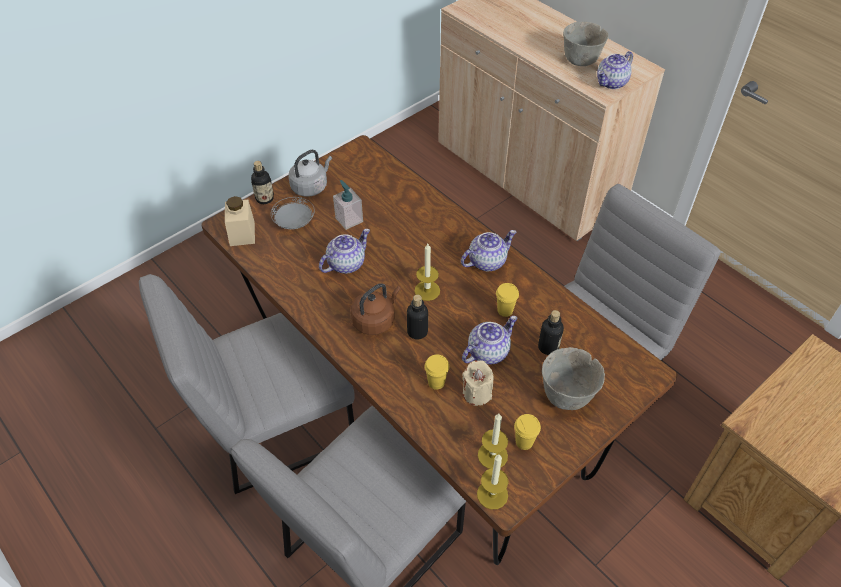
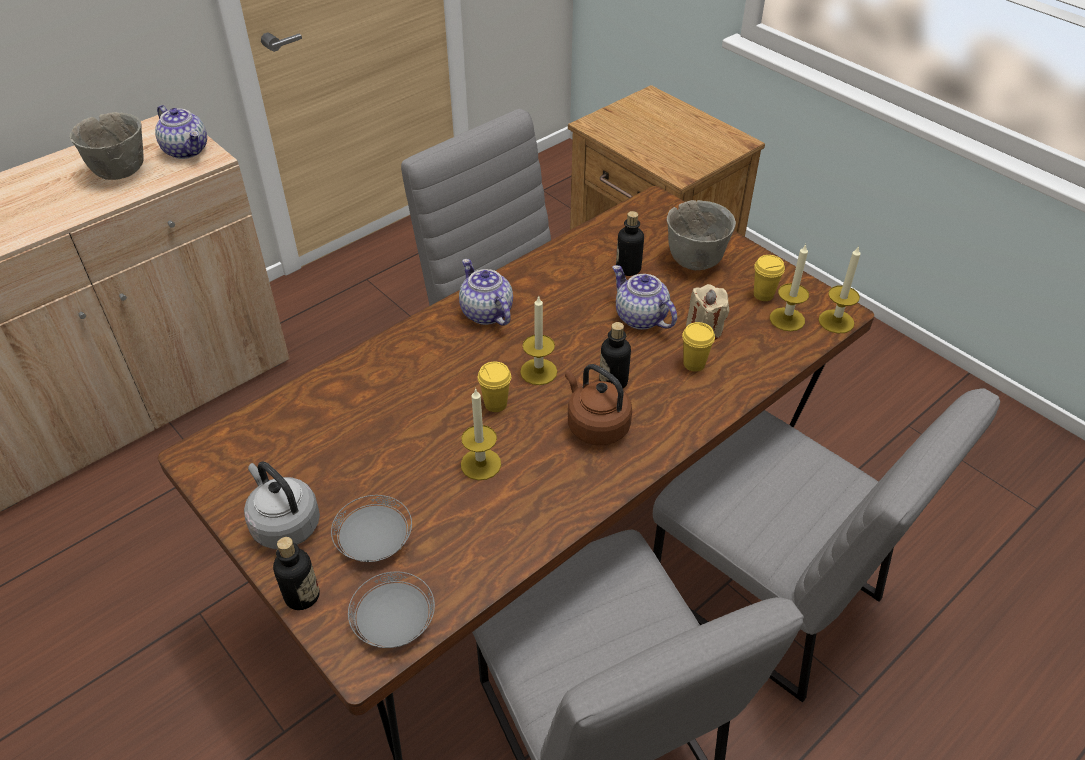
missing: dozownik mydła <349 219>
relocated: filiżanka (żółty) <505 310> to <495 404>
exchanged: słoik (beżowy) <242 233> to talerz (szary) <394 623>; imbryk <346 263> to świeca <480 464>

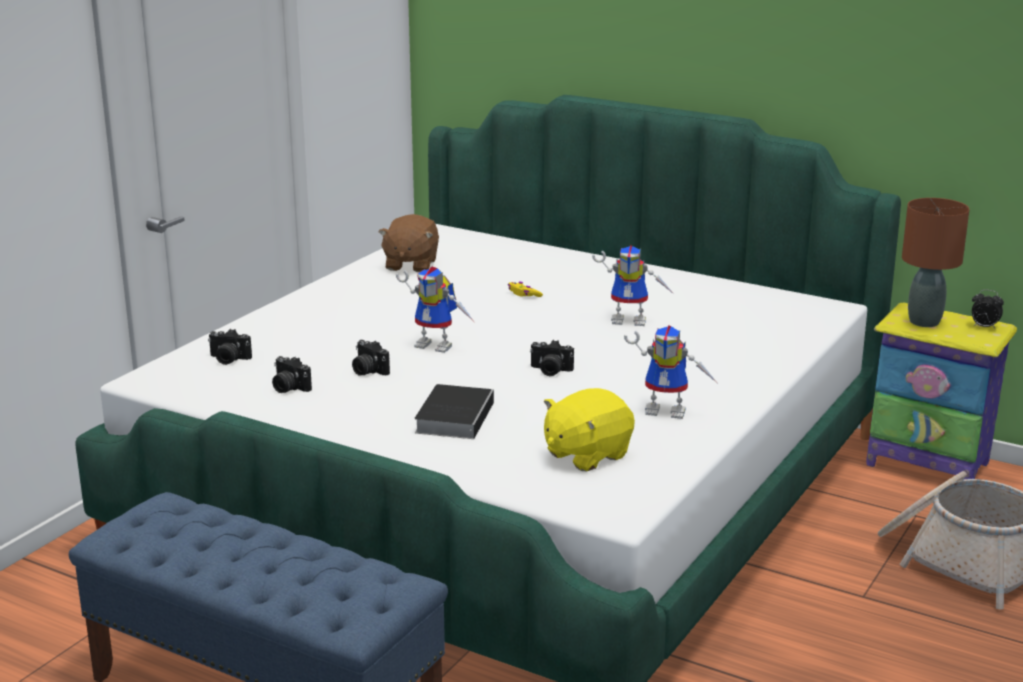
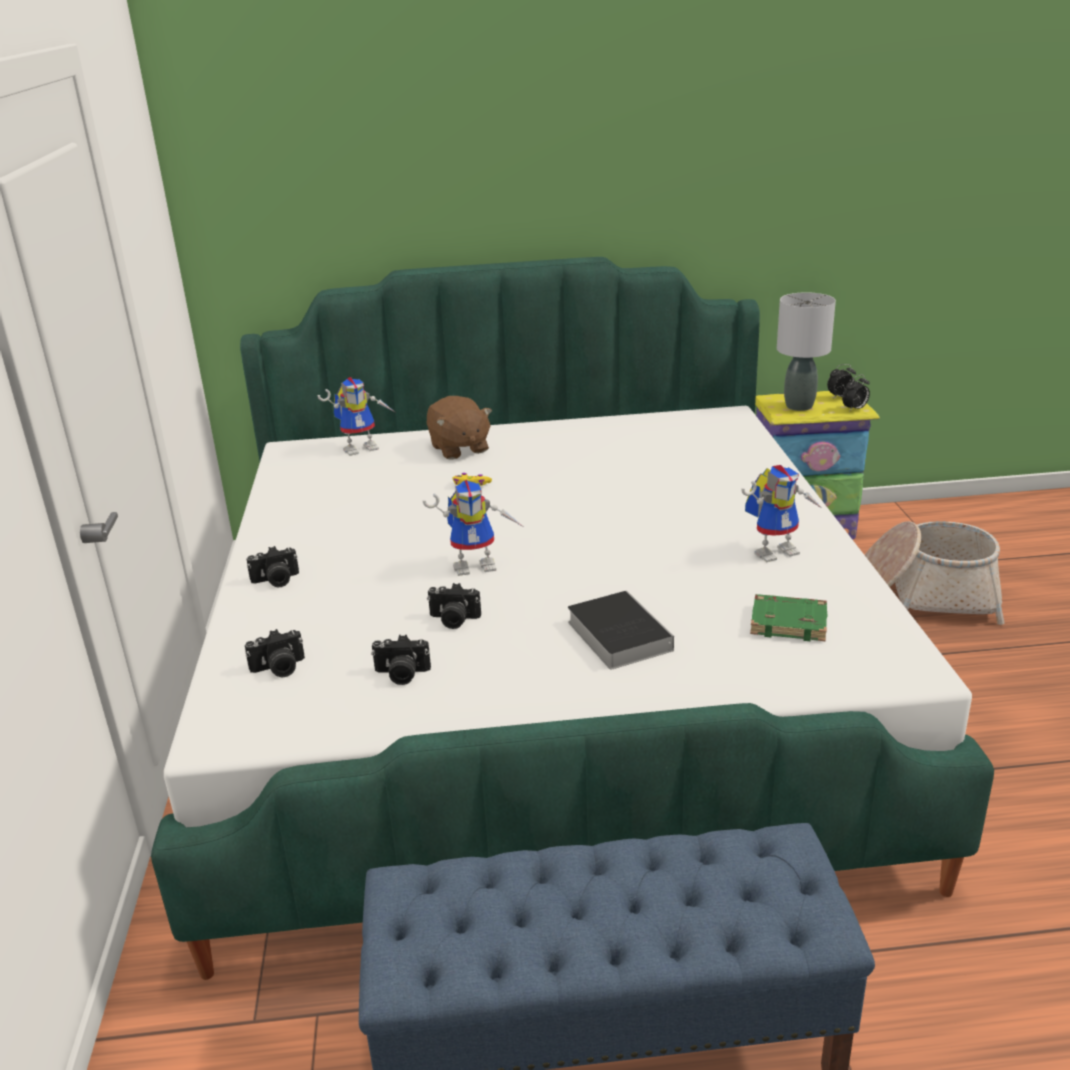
appeared: budzik <855 409>
relocated: aparat fotograficzny <550 371> to <276 581>; robot zabawkowy <632 320> to <362 447>; pluszak (brązowy) <410 264> to <459 449>
exchanged: pluszak (żółty) <586 454> to książka (zielony) <789 622>
colour: lampa stołowa (brązowy) <923 322> to lampa stołowa (szary) <798 406>

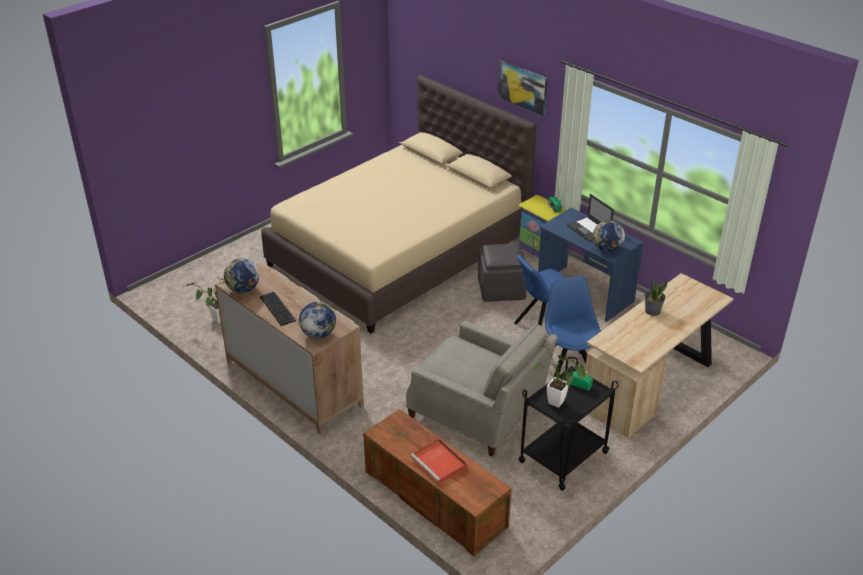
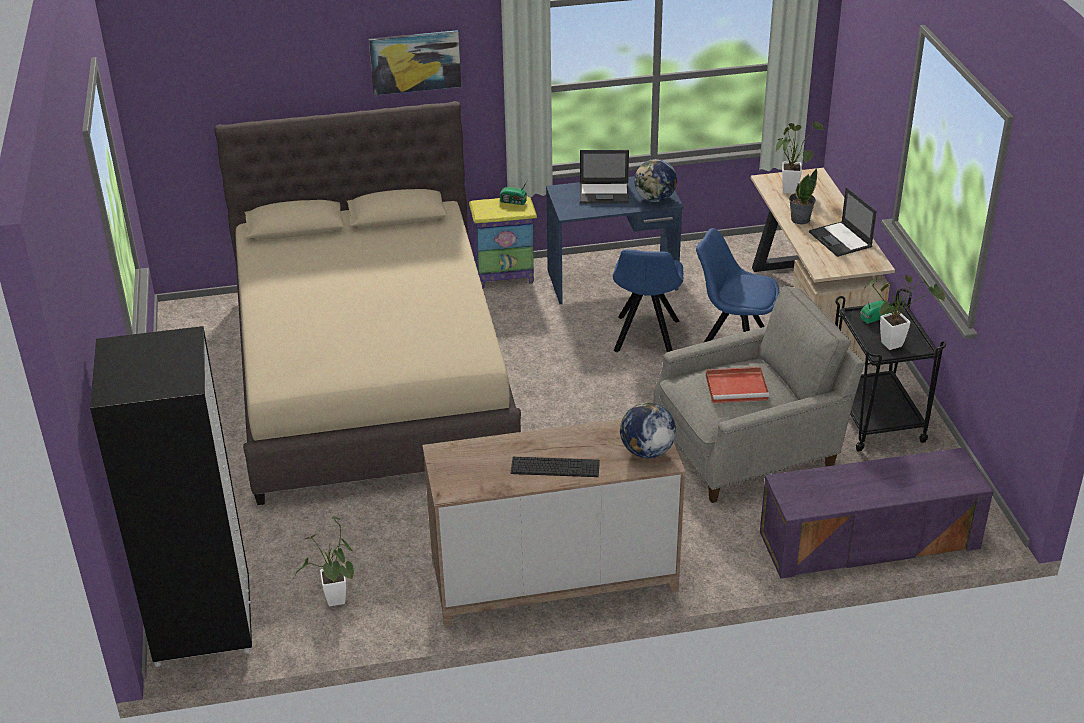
missing: globus <243 289>; pufa (szary) <501 289>
appeared: szafa <203 623>; roślina doniczkowa <790 188>; laptop <841 240>
relocated: taca (czerwony) <440 463> to <738 387>
colour: ławka (brązowy) <433 499> to ławka (fioletowy) <868 541>

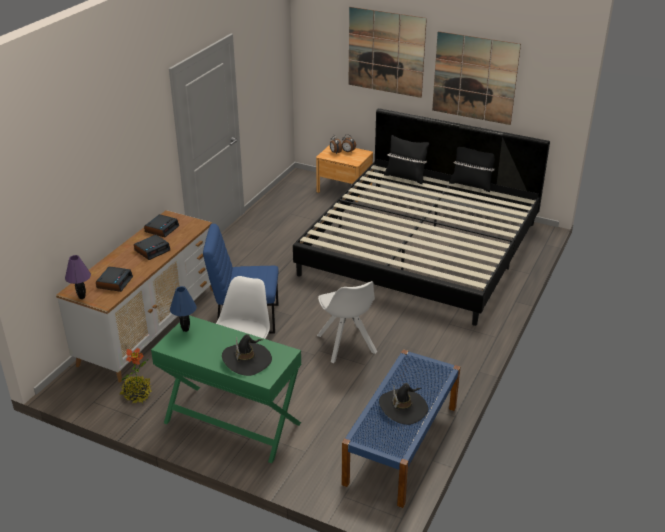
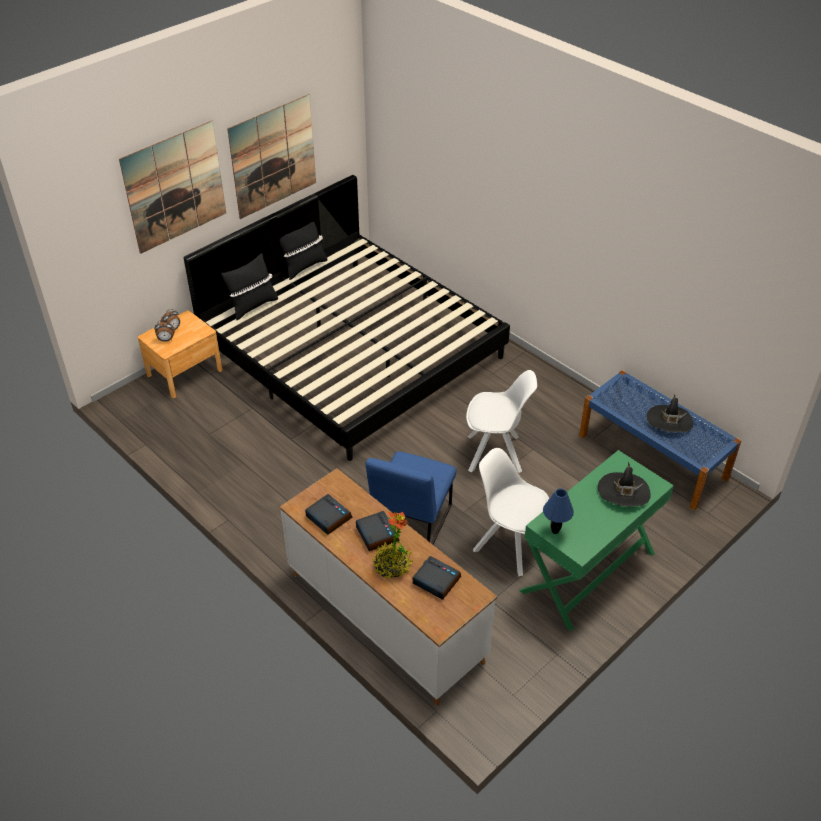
missing: lampa stołowa (fioletowy) <82 297>
relocated: roślina doniczkowa <137 394> to <392 566>

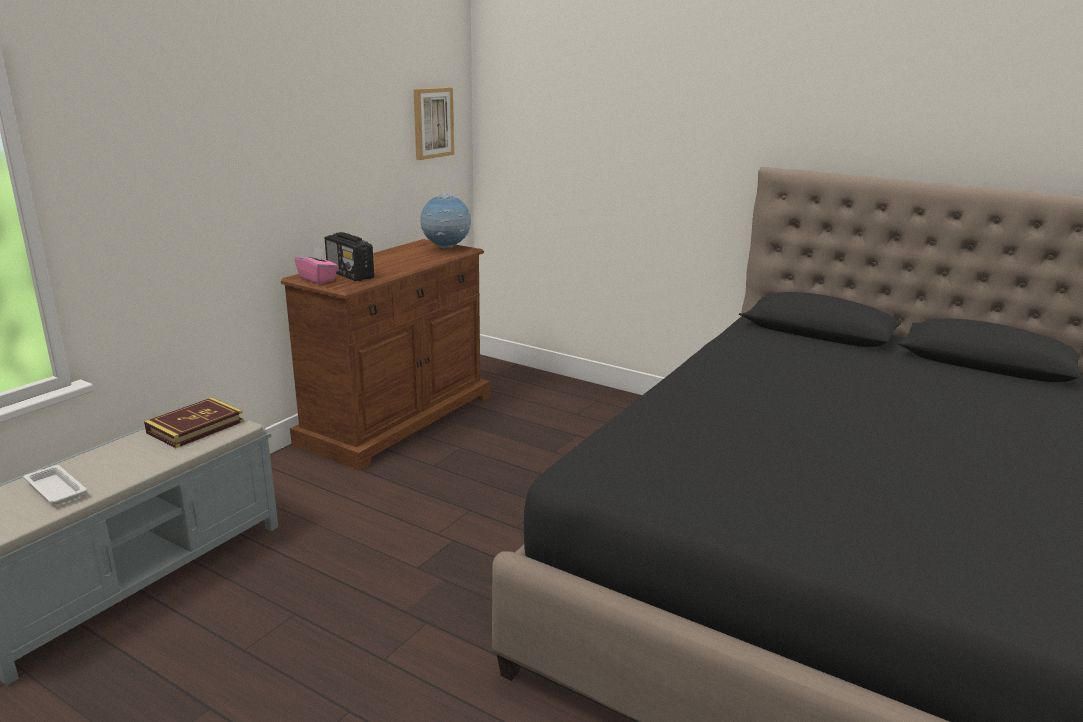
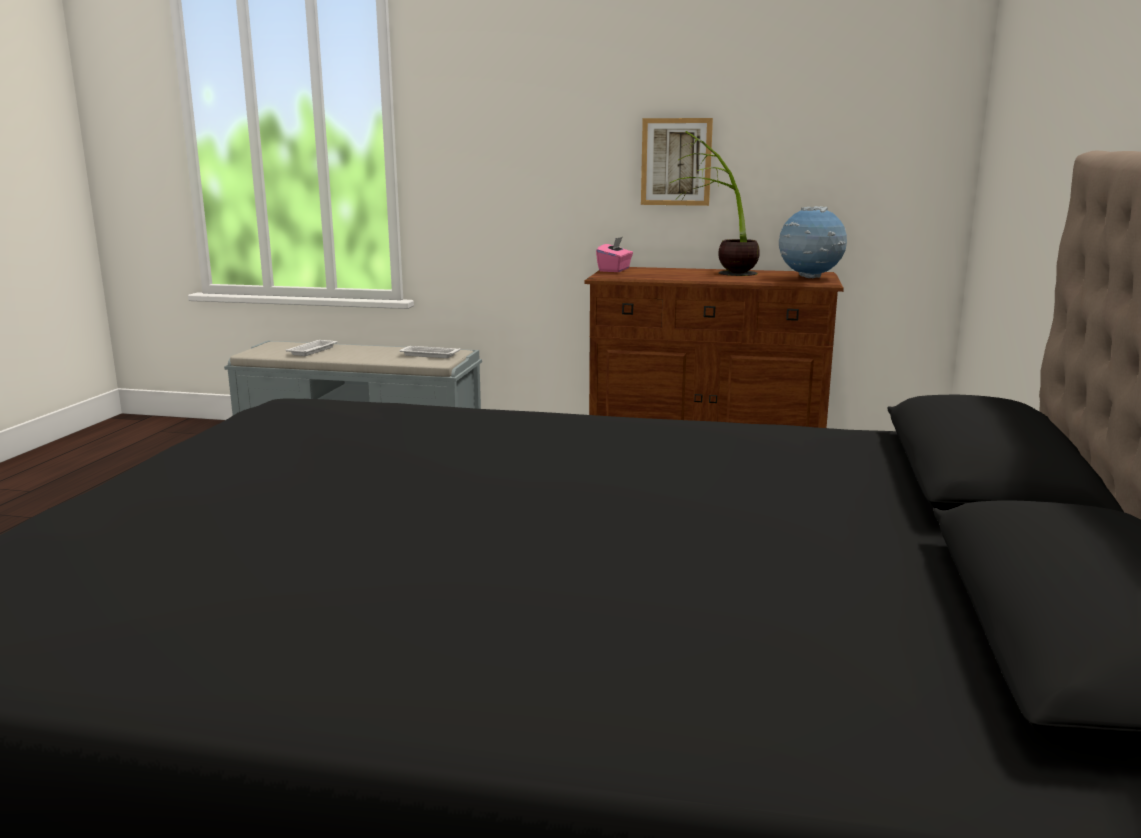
missing: radio <350 275>
appeared: roślina doniczkowa <719 275>
relocated: obraz <432 123> to <676 162>
exchanged: książka <195 427> to taca (biały) <428 355>

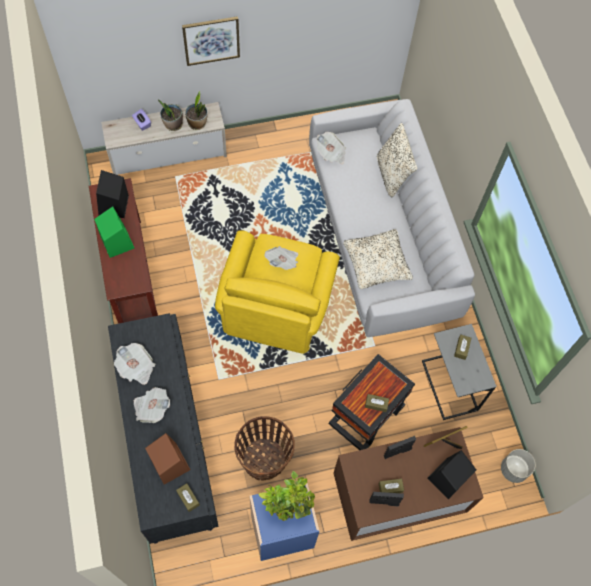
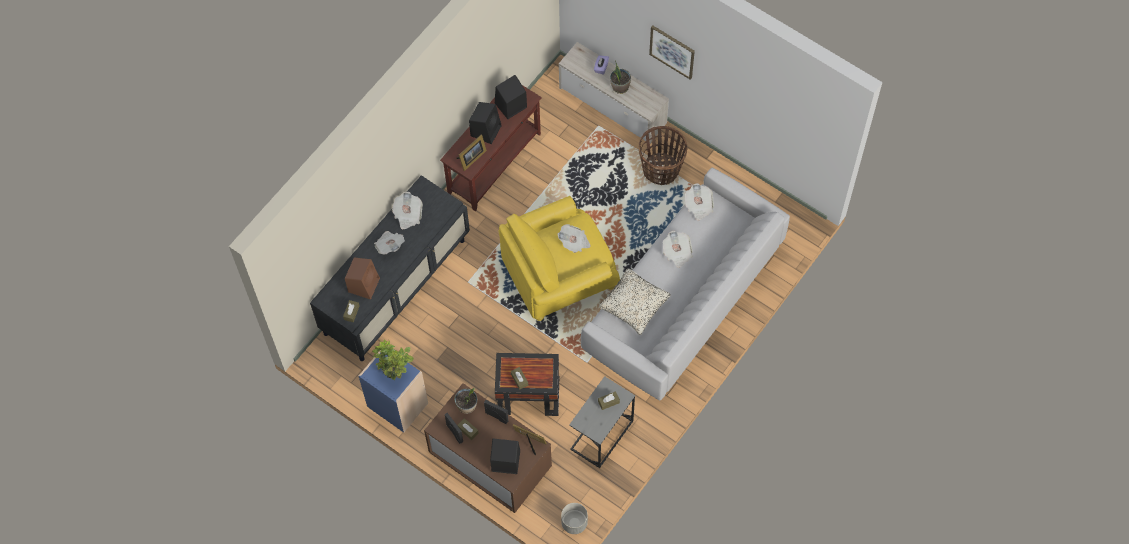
missing: poduszka (beżowy) <391 176>
appeared: ramka na zdjęcie <471 158>; gazeta <677 253>
relocated: roślina doniczkowa <197 123> to <467 406>; koszyk <264 459> to <661 169>
colour: głośnik (zielony) <116 241> to głośnik (czarny) <486 130>

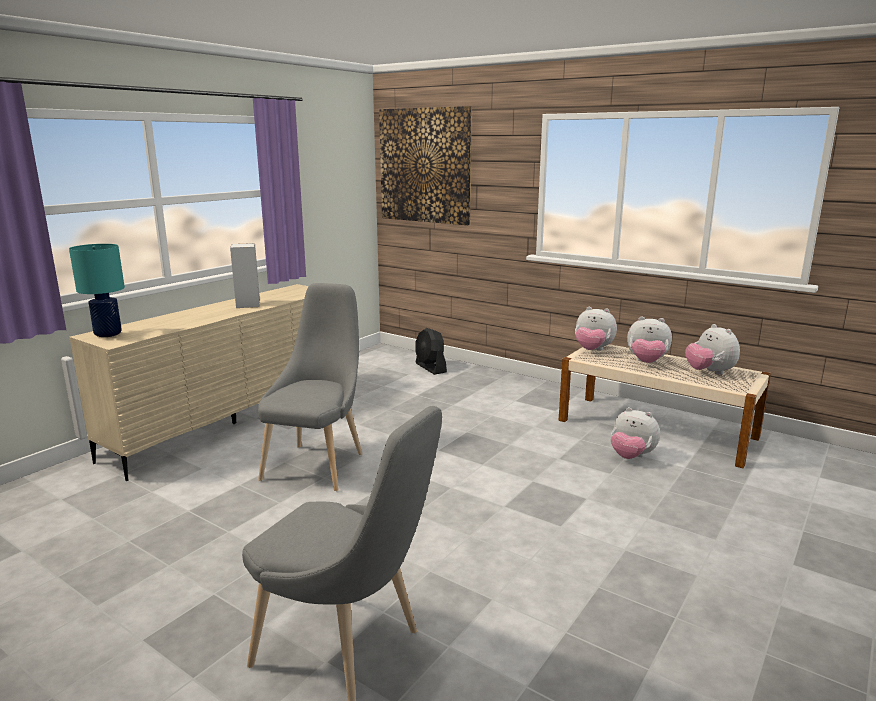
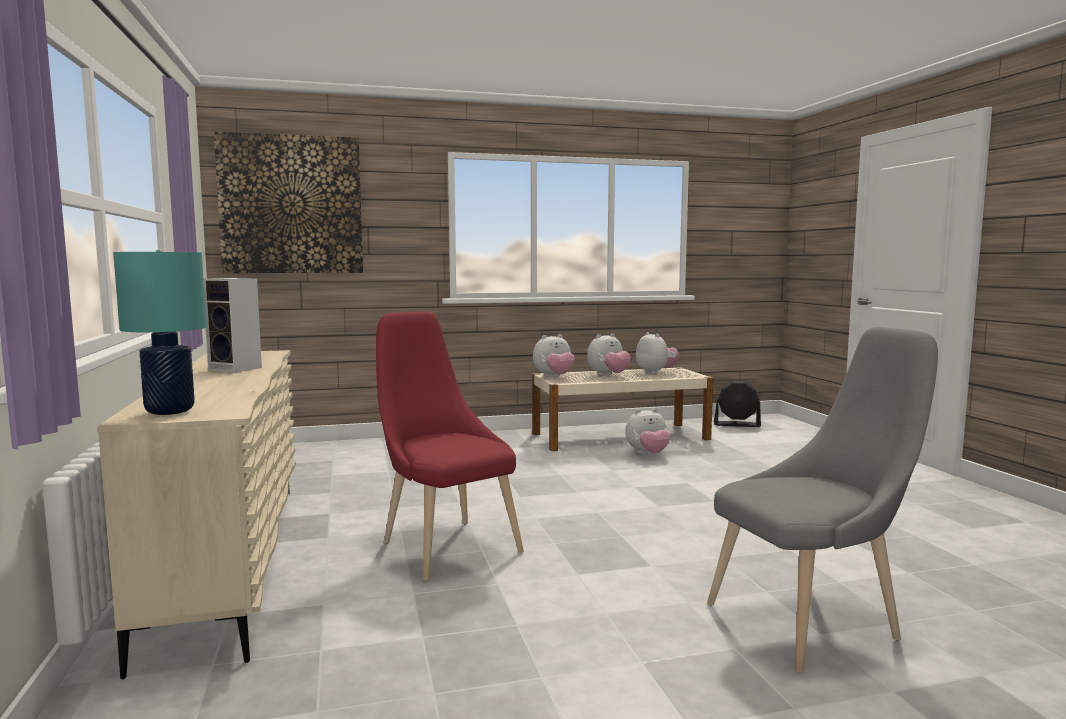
relocated: wentylator (czarny) <430 368> to <737 424>
colour: krzesło (szary) <318 463> to krzesło (czerwony) <445 545>
spun: pluszak <709 372> = <656 373> 135 degrees counterclockwise

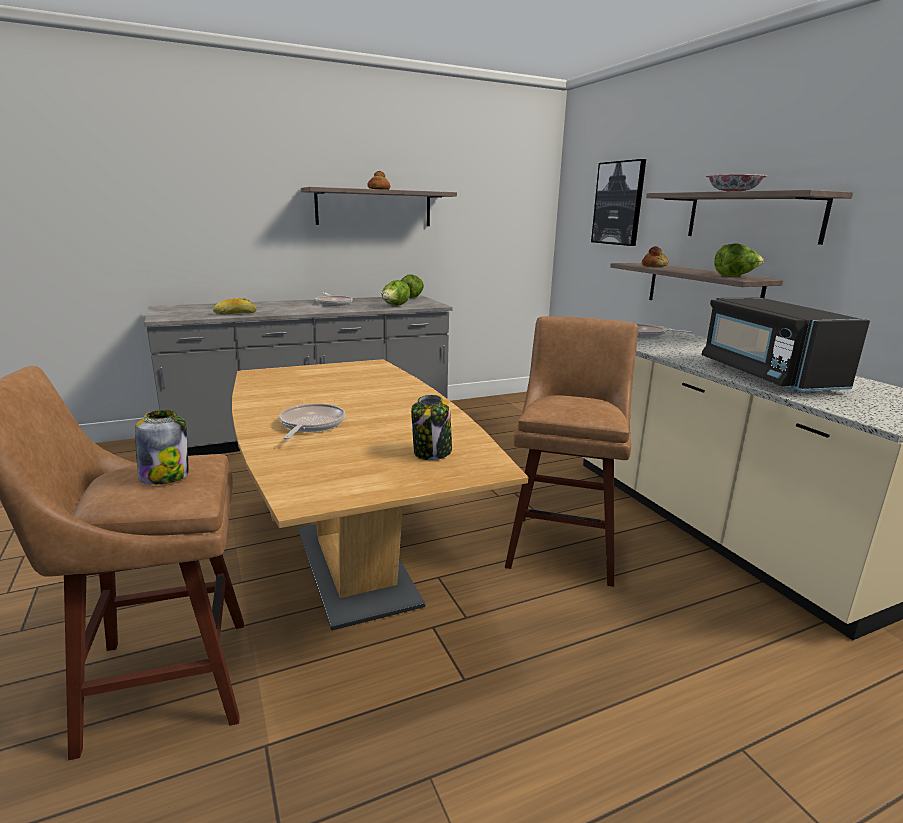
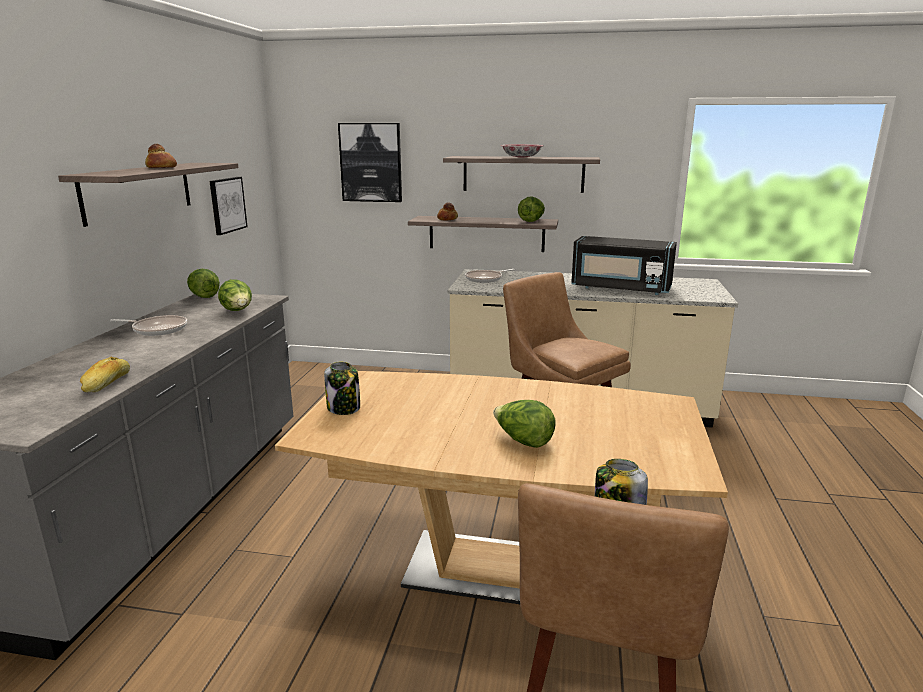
appeared: obraz <227 205>
relocated: słoik <432 452> to <344 408>
exchanged: patelnia <310 425> to sałata <523 441>

